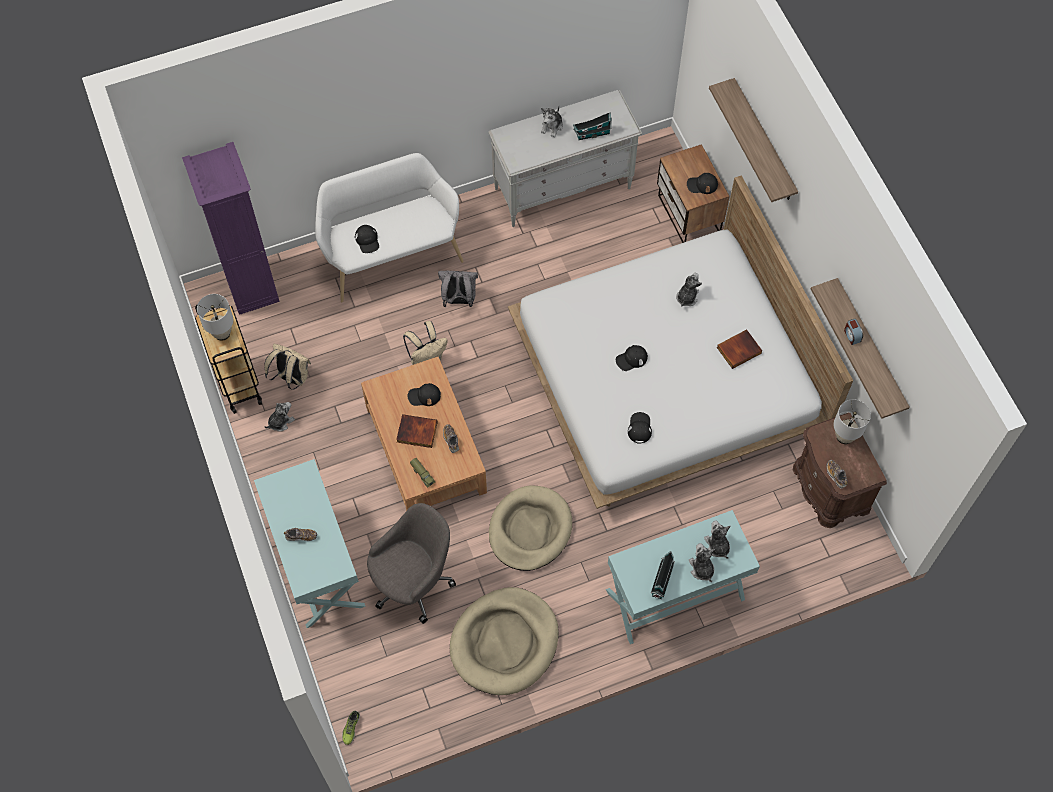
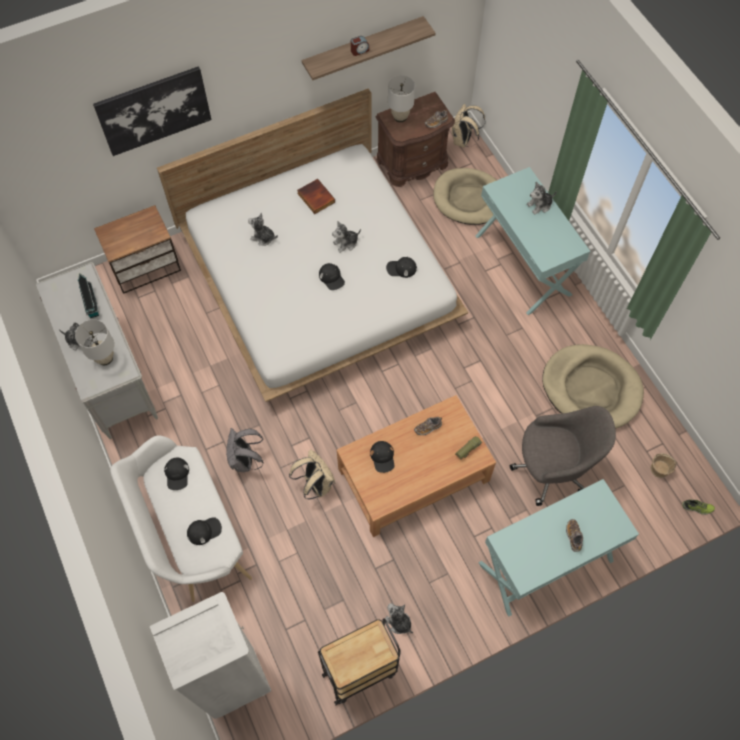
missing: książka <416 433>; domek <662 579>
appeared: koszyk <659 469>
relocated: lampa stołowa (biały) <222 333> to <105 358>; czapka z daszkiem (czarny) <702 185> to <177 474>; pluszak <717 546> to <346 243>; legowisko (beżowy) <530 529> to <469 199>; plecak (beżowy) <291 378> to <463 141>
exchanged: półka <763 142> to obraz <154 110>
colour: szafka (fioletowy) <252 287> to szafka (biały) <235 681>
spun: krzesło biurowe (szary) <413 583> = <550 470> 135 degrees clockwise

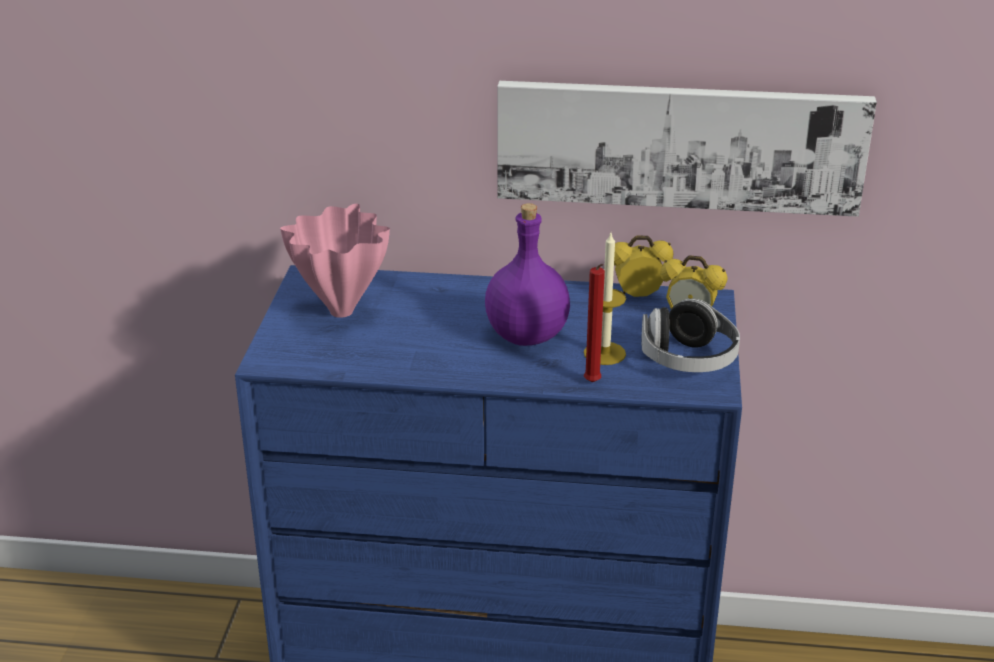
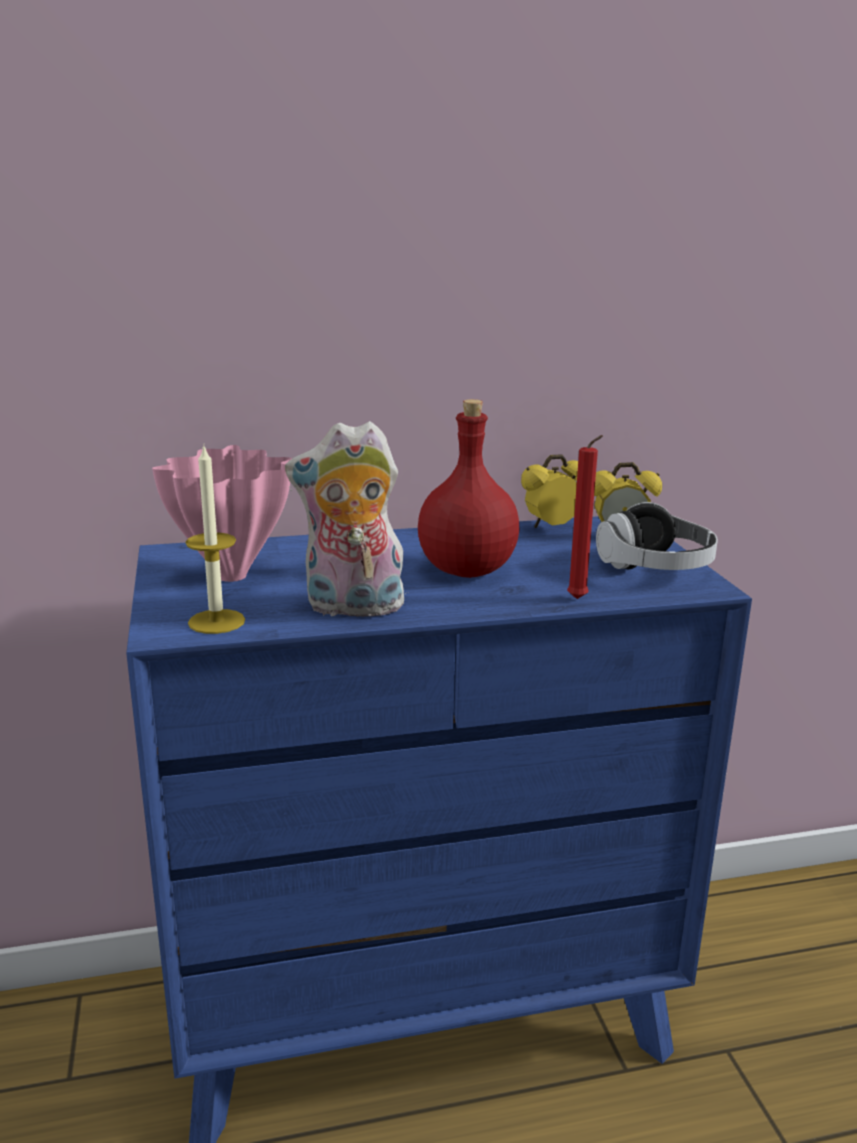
missing: obraz <680 145>
appeared: pluszak <352 608>
relocated: świeca <604 353> to <216 621>
colour: butelka (fioletowy) <527 337> to butelka (czerwony) <468 571>

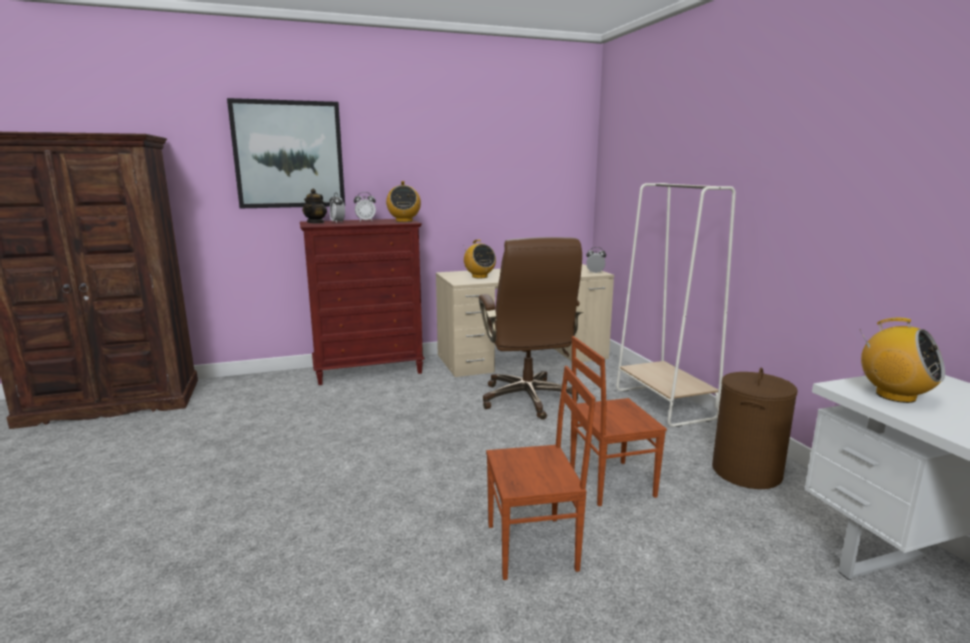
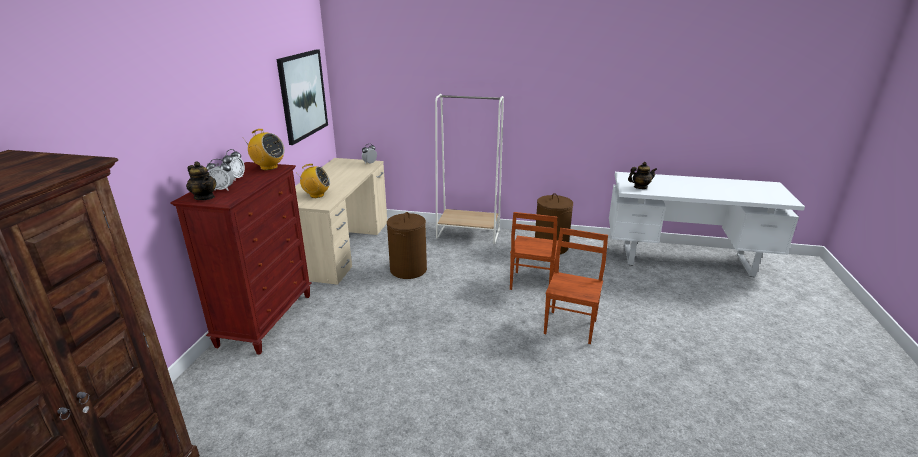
relocated: obraz <289 155> to <303 95>
exchanged: krzesło biurowe (brązowy) <526 397> to kosz na pranie (brązowy) <408 270>; radio <894 396> to imbryk <640 187>

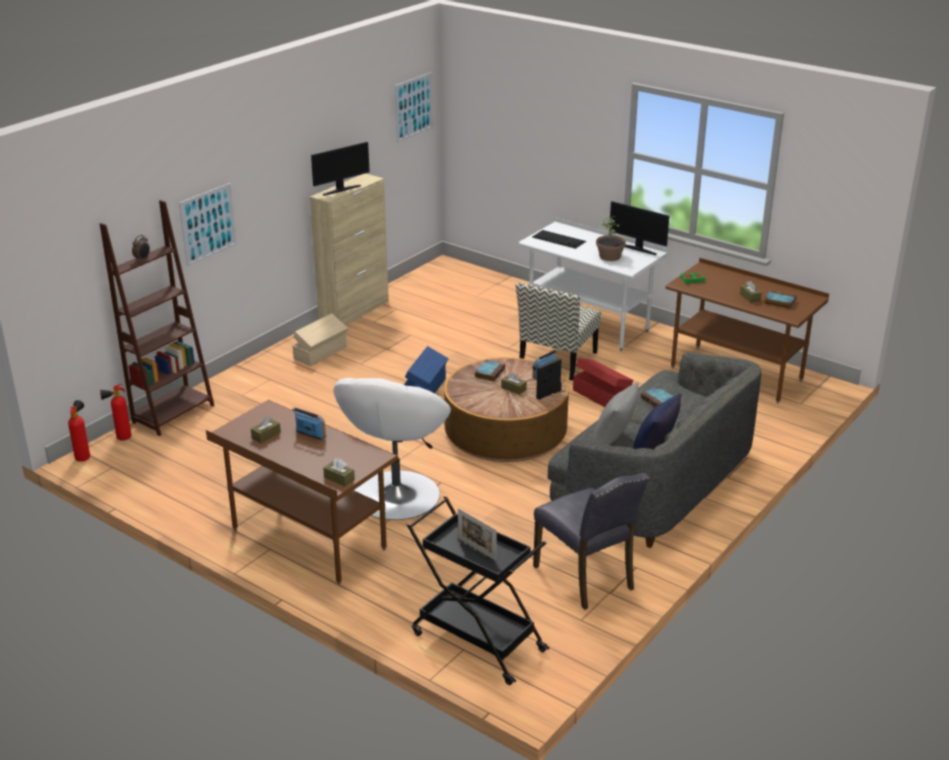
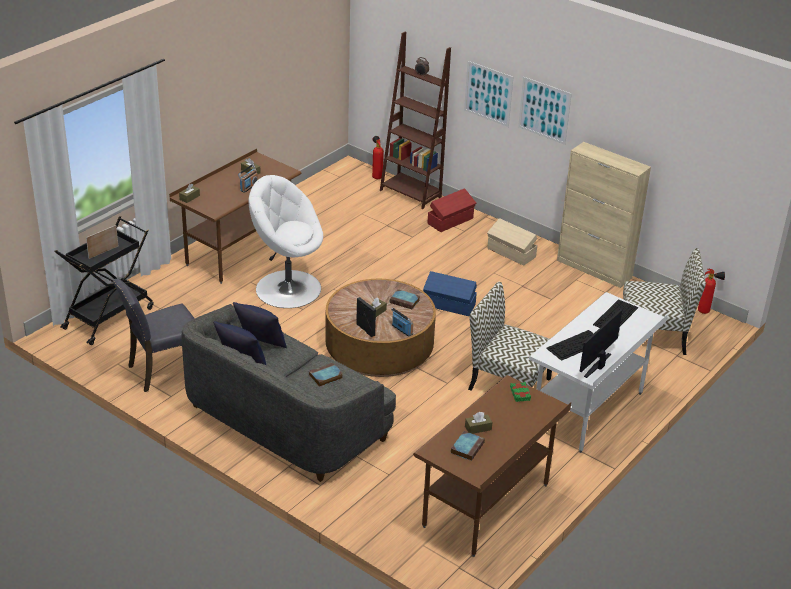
missing: monitor <341 190>
appeared: krzesło <654 335>
relocated: pojemnik do przechowywania (czerwony) <601 396> to <451 221>; obraz <413 107> to <544 110>; gaśnica <84 457> to <706 311>
exchanged: roślina doniczkowa <610 256> to klawiatura <575 345>
colour: poduszka (szary) <613 442> to poduszka (niebieski) <260 344>

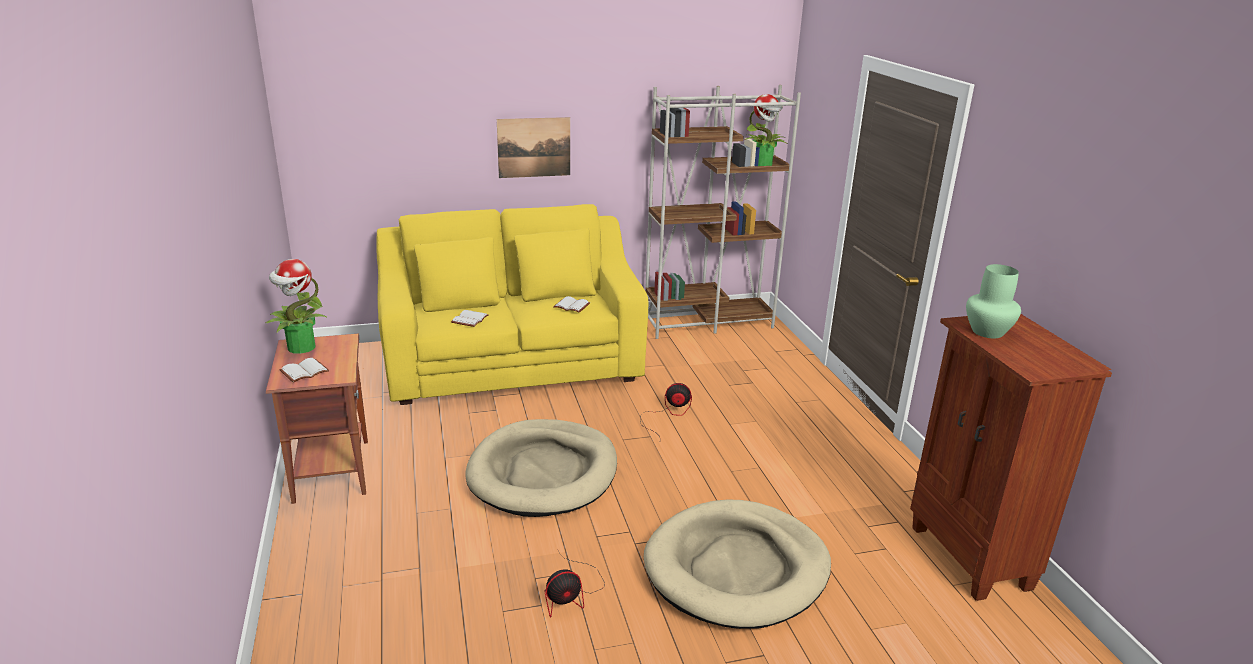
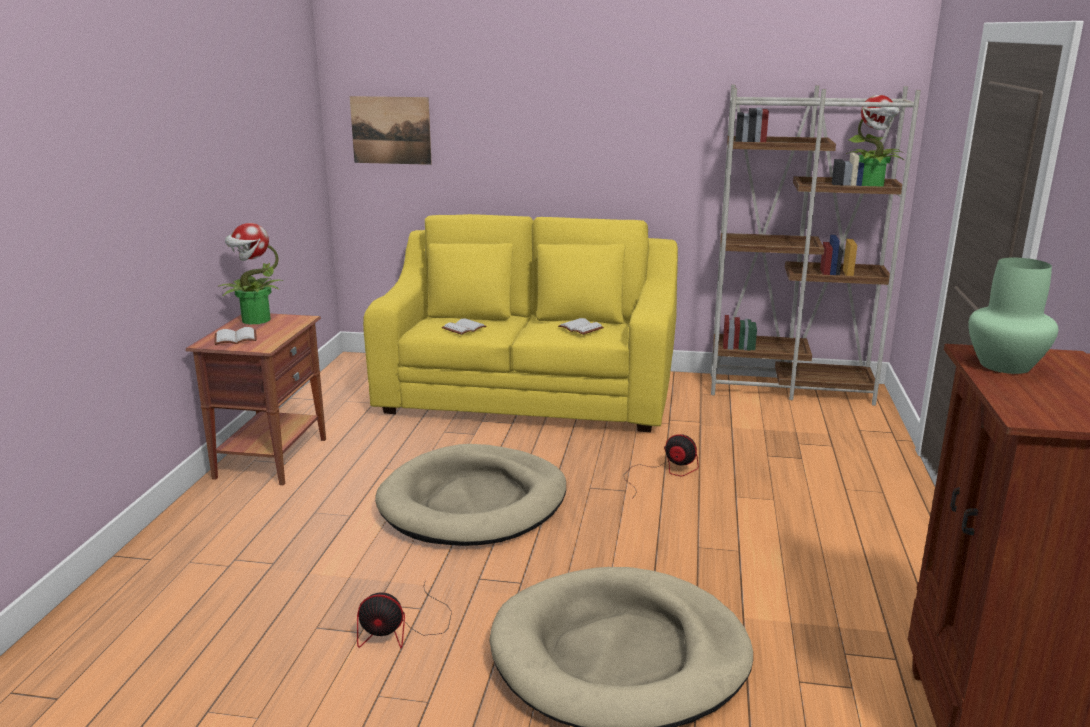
relocated: obraz <534 147> to <391 130>

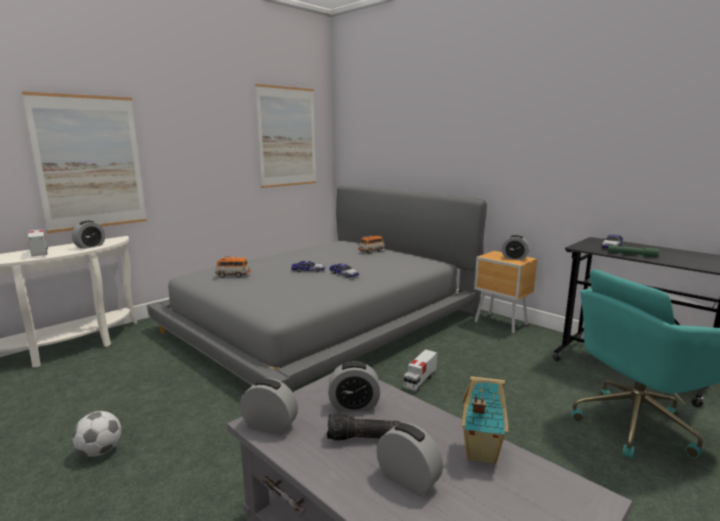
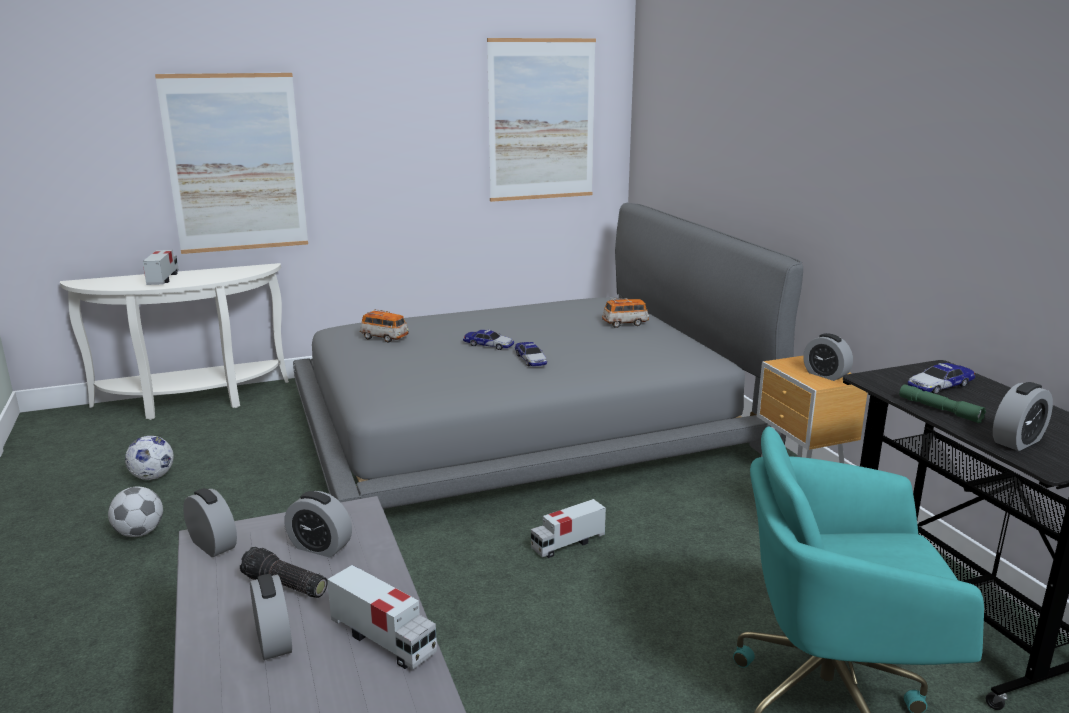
appeared: piłka futbolowa <152 477>
relocated: budzik <90 246> to <1017 441>
exchanged: domek <479 453> to ciężarówka zabawkowa <383 640>

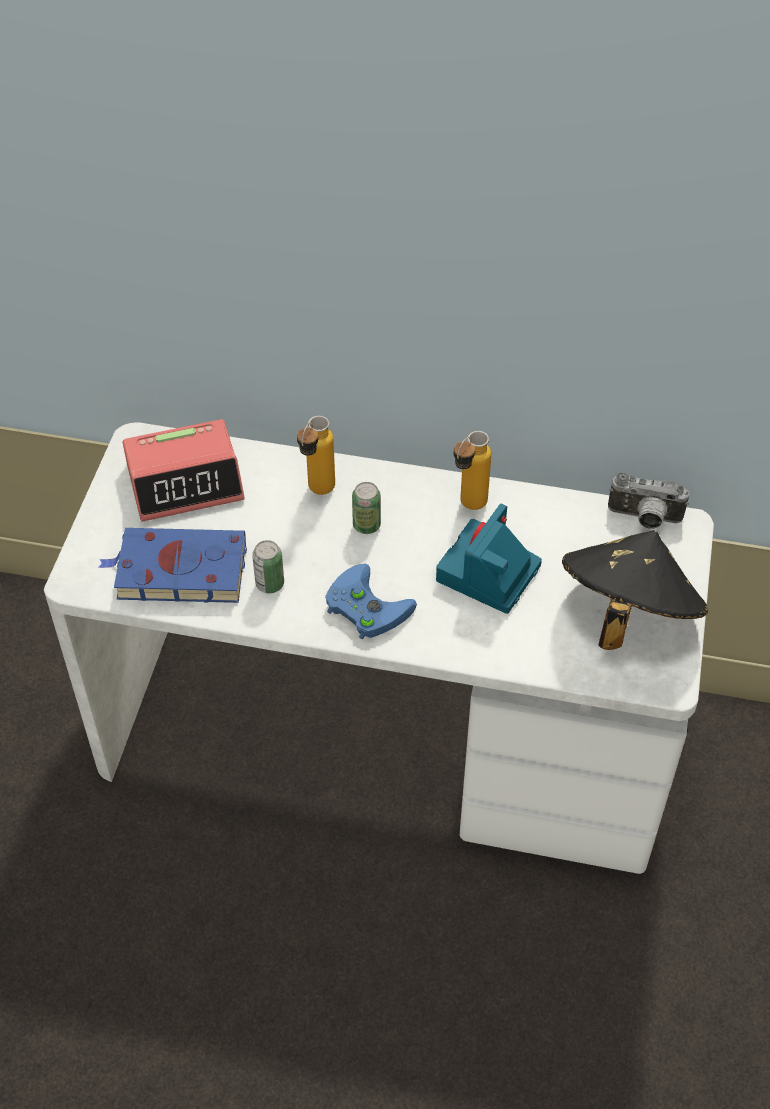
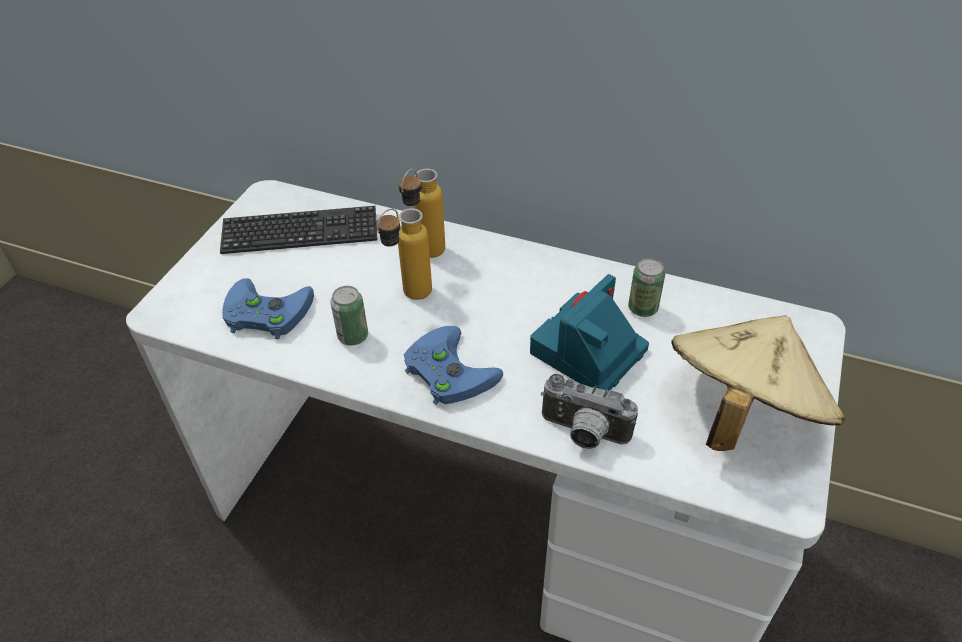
relocated: butelka <467 508> to <408 297>; aparat fotograficzny <644 519> to <583 434>; puszka <366 525> to <642 308>
exchanged: budzik <185 481> to klawiatura <300 233>; książka (niebieski) <178 571> to pad do gier (niebieski) <263 313>
colour: kapelusz (czarny) <626 613> to kapelusz (beżowy) <741 413>

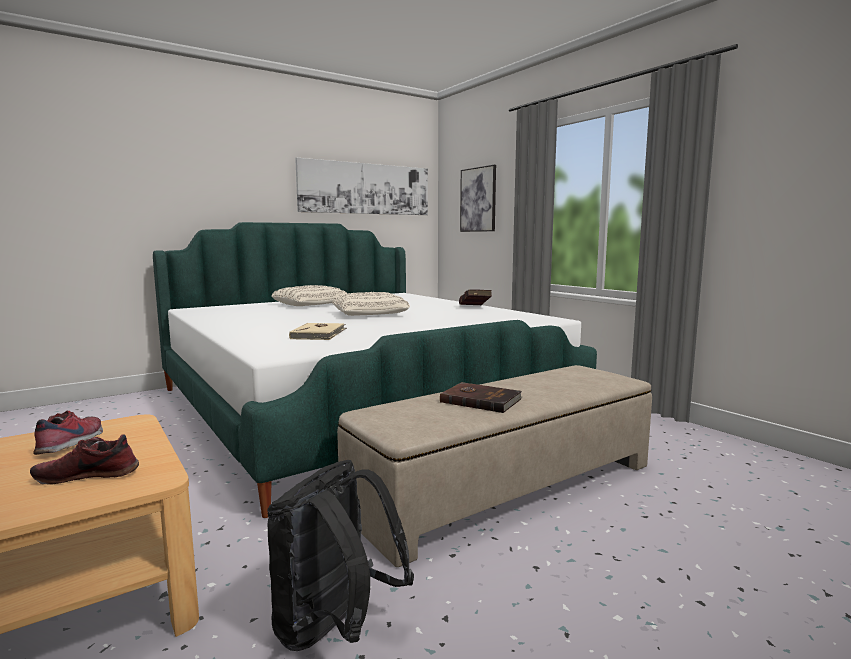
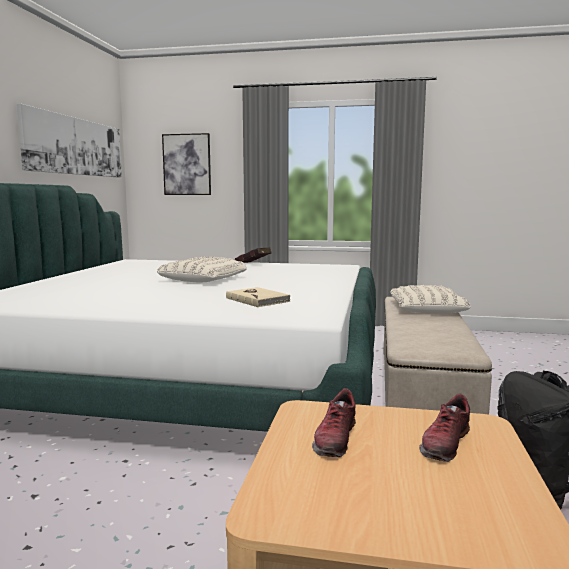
missing: książka (brązowy) <480 400>
relocated: poduszka (beżowy) <310 304> to <427 309>
spun: but <72 443> = <334 438> 120 degrees counterclockwise

